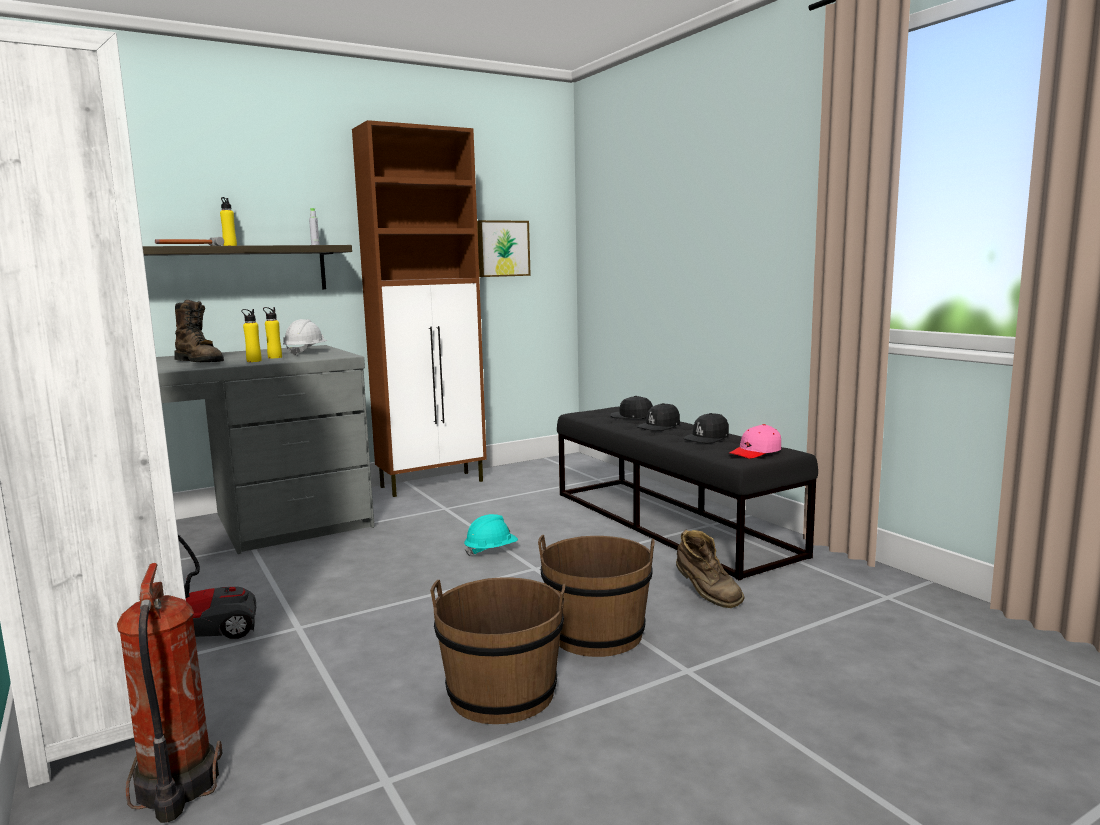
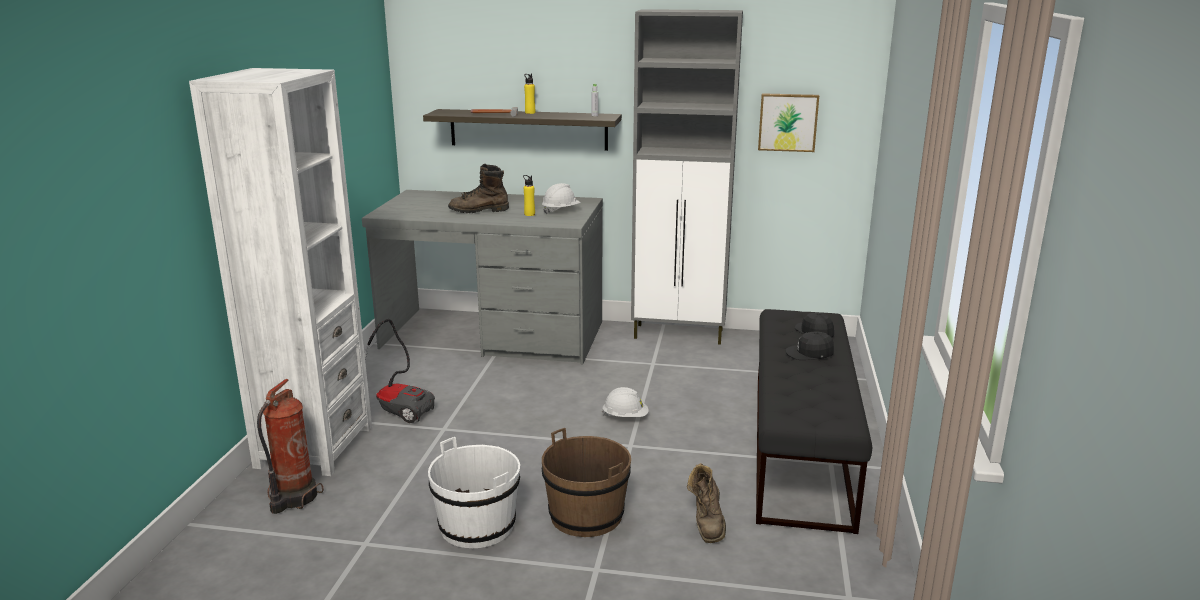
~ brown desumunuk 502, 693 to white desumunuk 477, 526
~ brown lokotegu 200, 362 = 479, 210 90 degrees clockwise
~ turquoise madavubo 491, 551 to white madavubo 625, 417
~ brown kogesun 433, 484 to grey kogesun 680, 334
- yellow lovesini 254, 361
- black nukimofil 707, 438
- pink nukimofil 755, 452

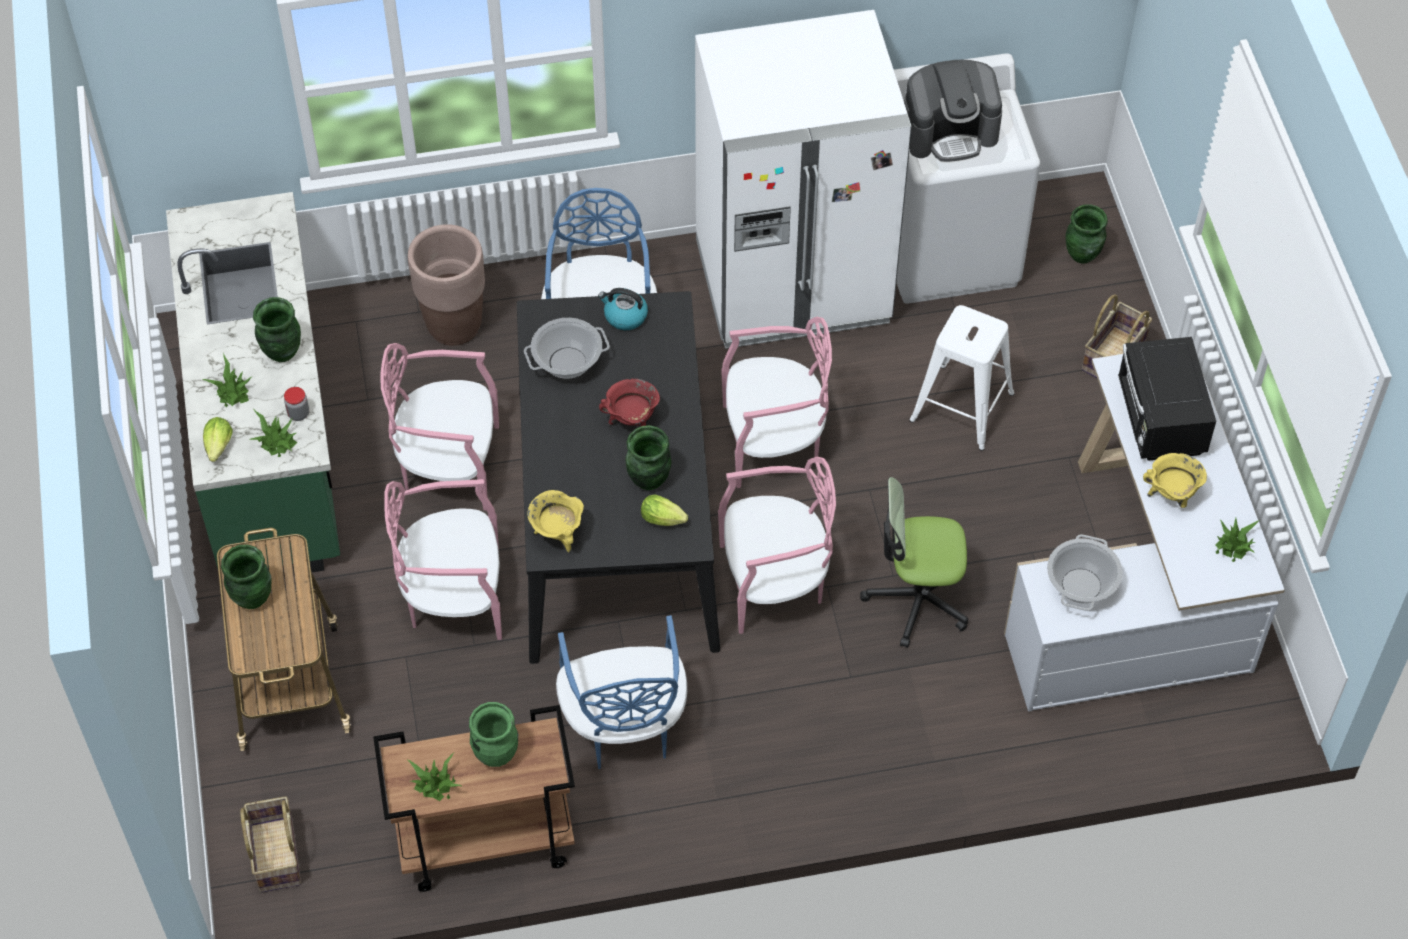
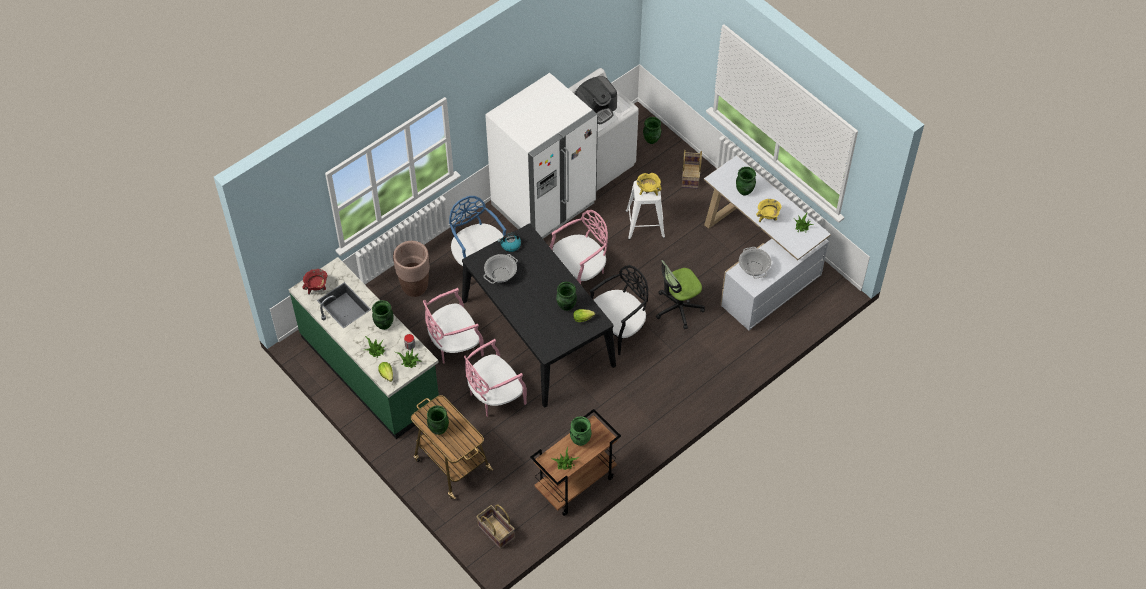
~ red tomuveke 632, 421 to 317, 288
~ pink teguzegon 774, 582 to black teguzegon 618, 328
~ yellow tomuveke 557, 534 to 648, 191
~ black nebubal 1160, 420 to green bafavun 744, 191
- blue teguzegon 624, 726

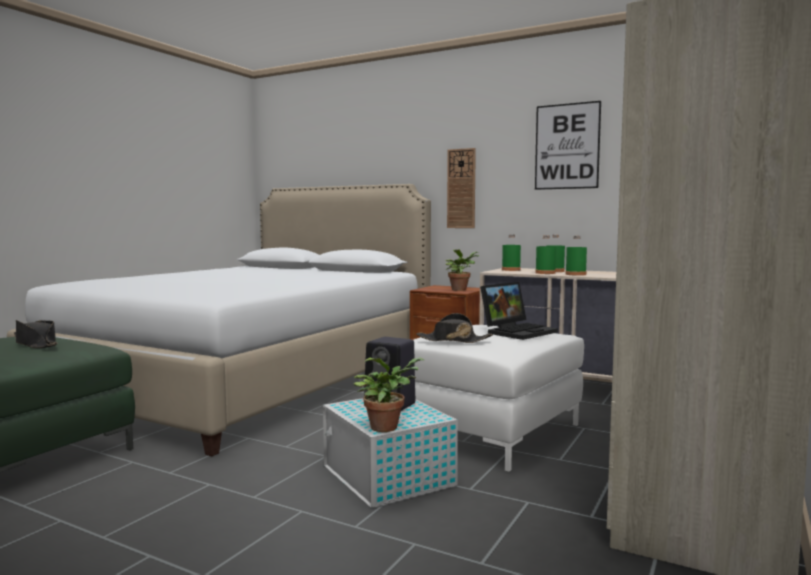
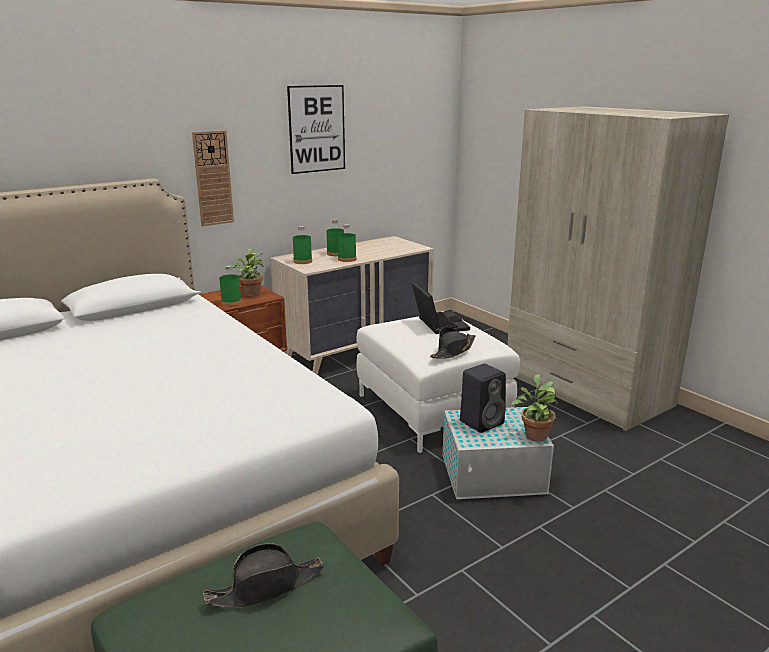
~ green lovesini 575, 274 to 231, 303

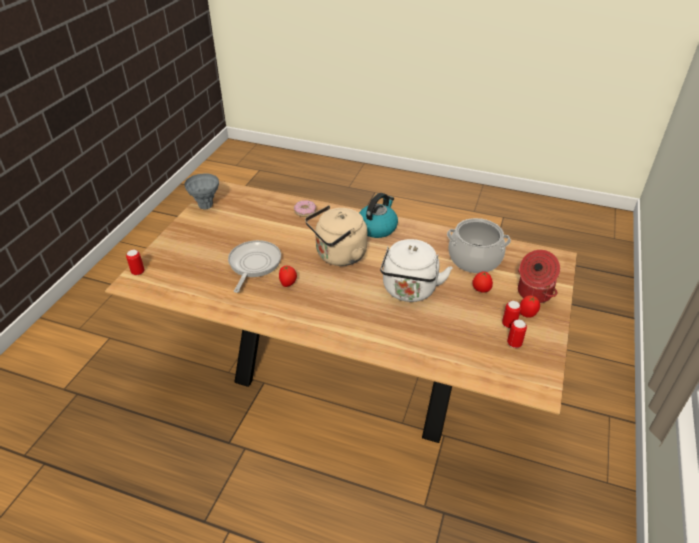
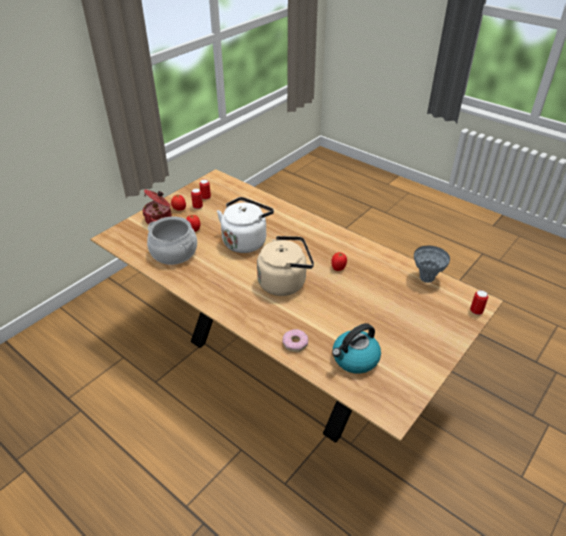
~ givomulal 377, 227 to 355, 359
~ grey bafavun 206, 206 to 426, 278
- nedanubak 253, 264

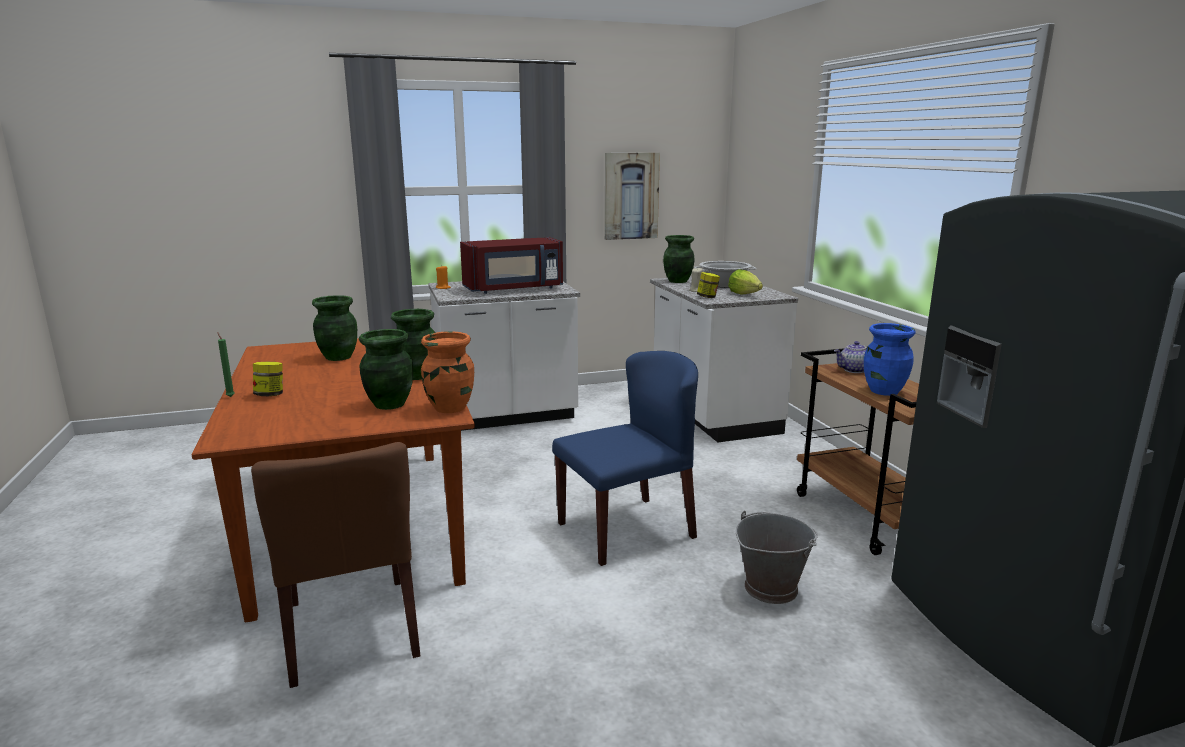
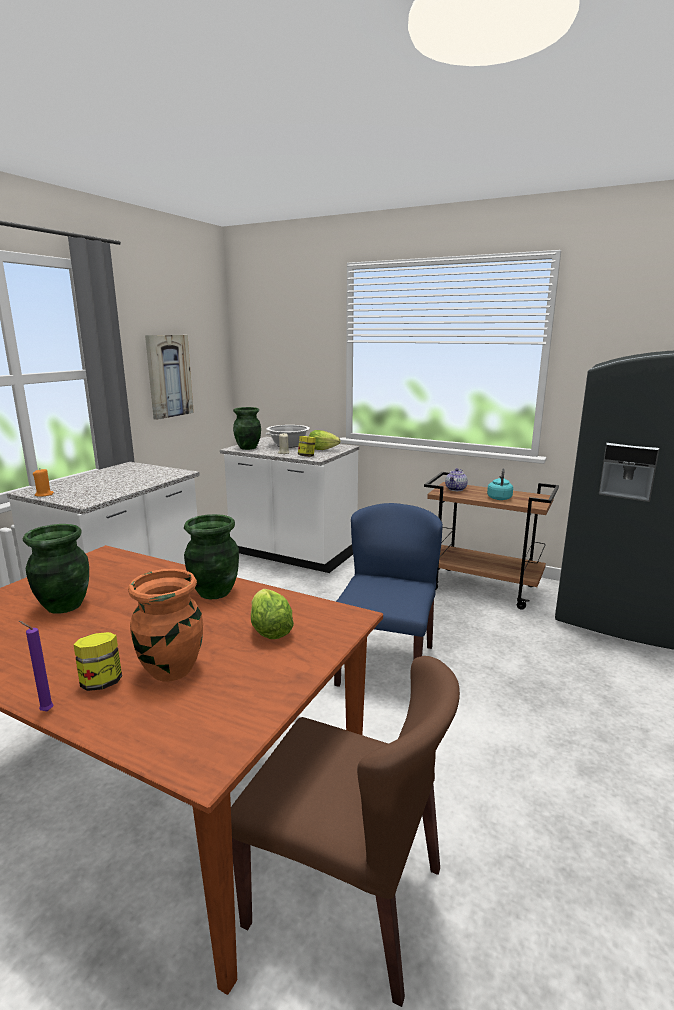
~ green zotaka 230, 396 to purple zotaka 45, 711
~ orange bafavun 449, 408 to 170, 670
~ green bafavun 389, 404 to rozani 270, 630
~ blue bafavun 884, 391 to turquoise givomulal 499, 498
- red nebubal 514, 289
- grey desumunuk 770, 588

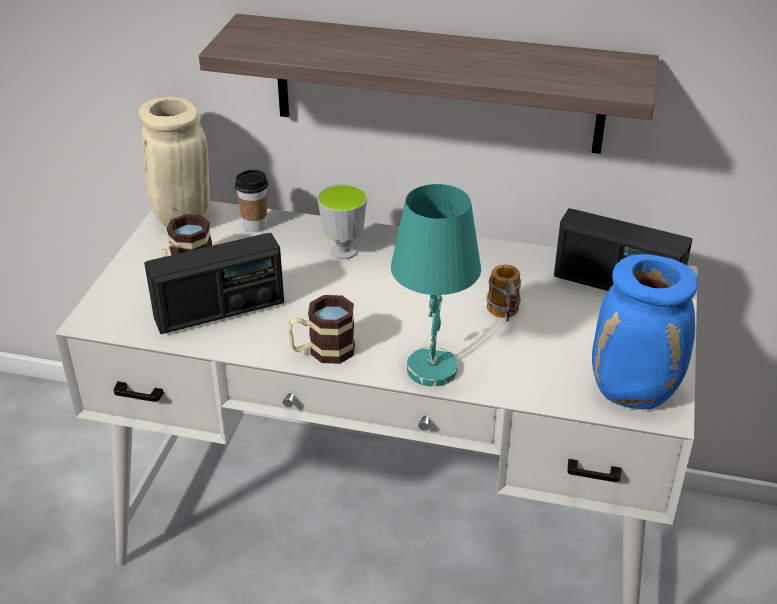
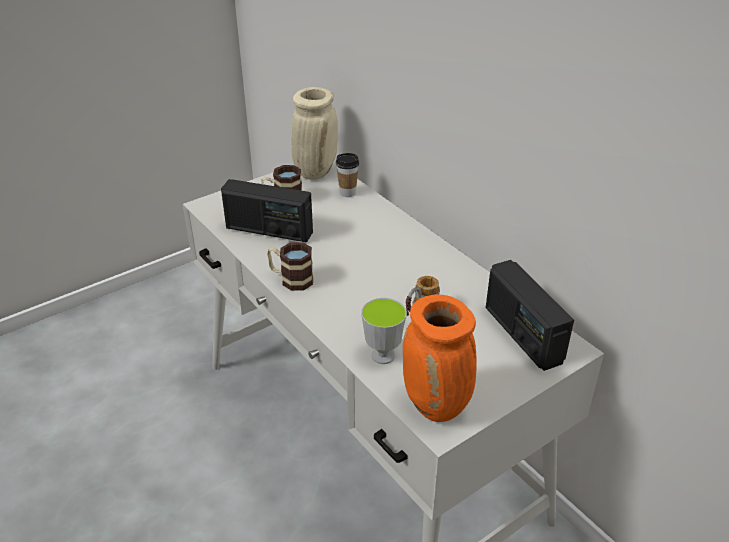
~ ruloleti 344, 251 to 383, 355
~ blue bafavun 634, 394 to orange bafavun 437, 406
- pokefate 437, 84
- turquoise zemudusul 431, 368

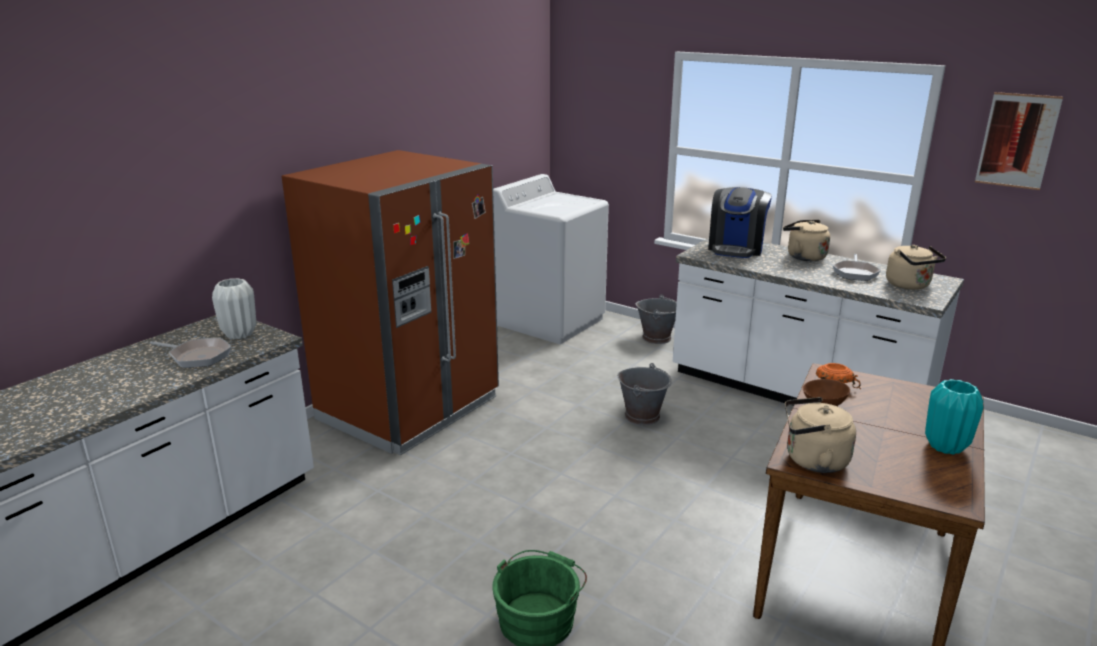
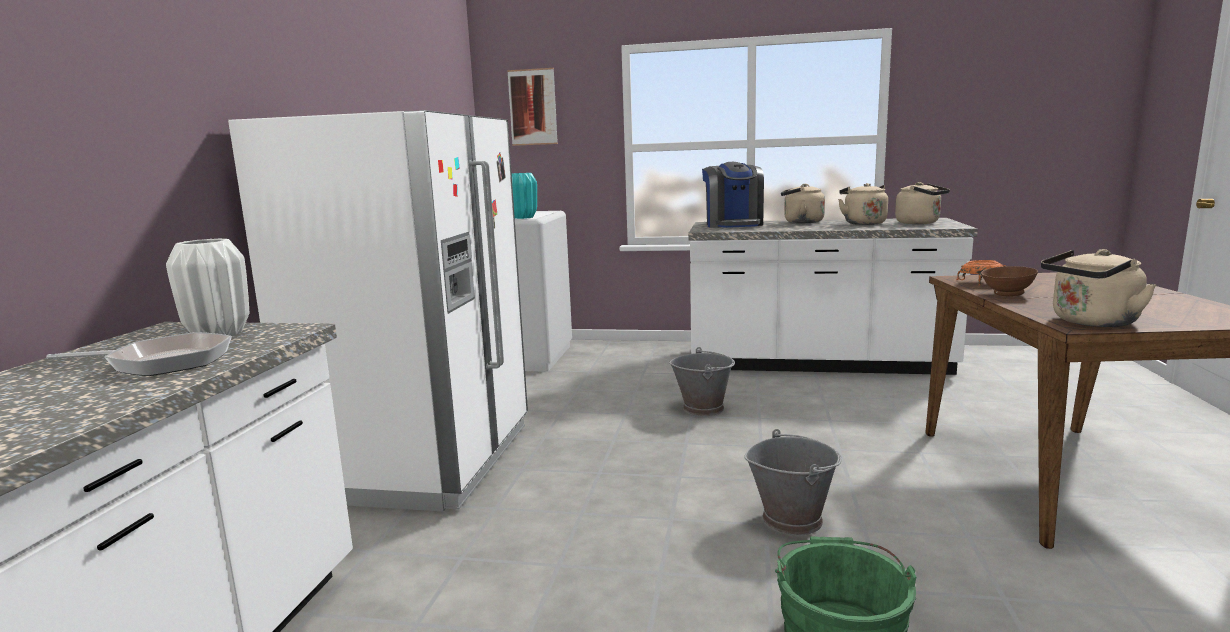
~ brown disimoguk 409, 408 to white disimoguk 422, 461
~ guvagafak 1017, 141 to 532, 107
~ turquoise bafavun 944, 446 to 523, 217
~ grey desumunuk 657, 338 to 792, 519
~ nedanubak 855, 273 to beige givomulal 863, 223

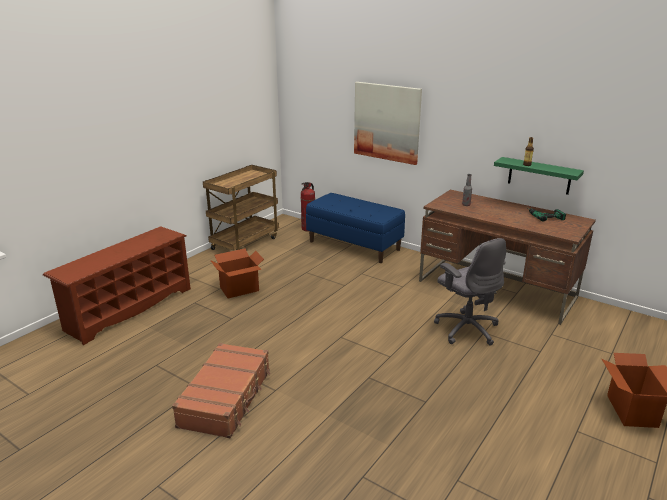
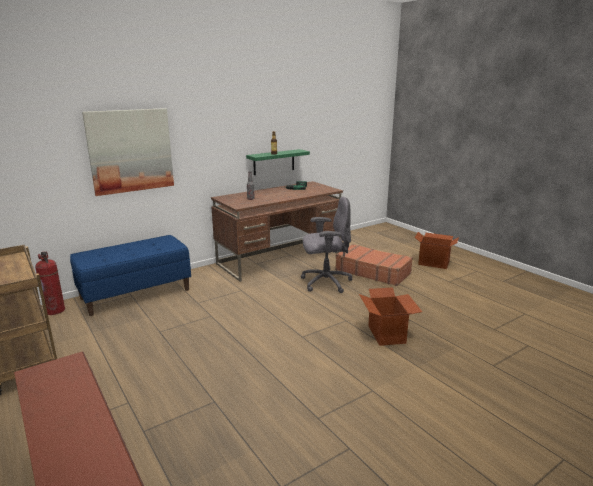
~ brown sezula 226, 398 to 372, 271
~ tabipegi 239, 289 to 387, 334

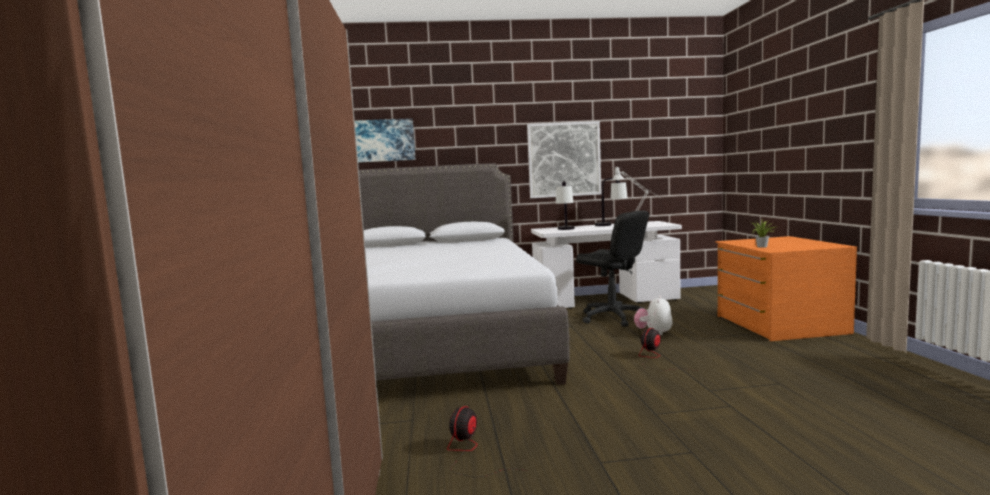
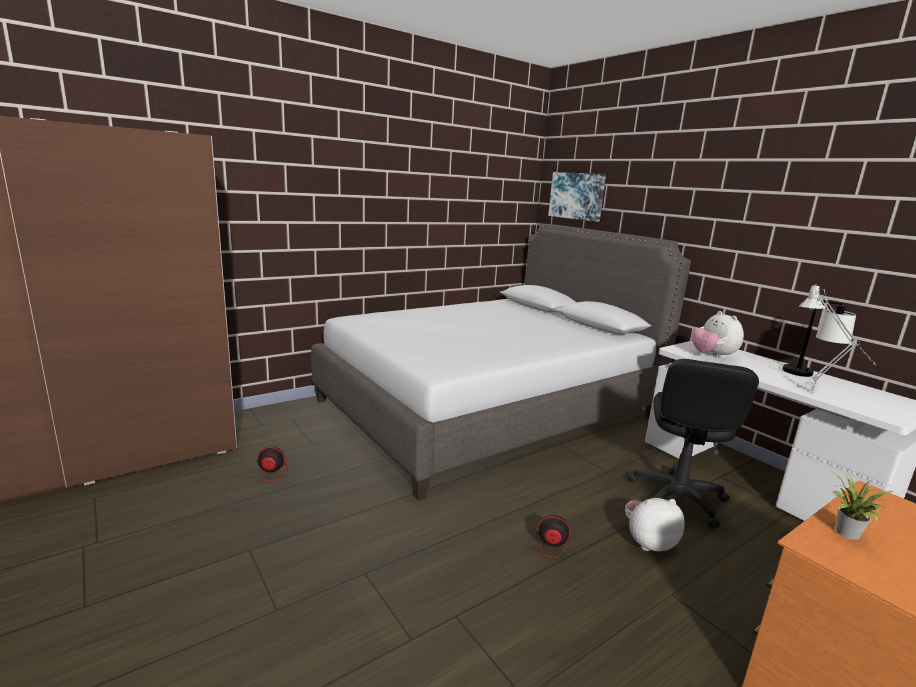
~ zemudusul 566, 229 to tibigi 712, 356
- guvagafak 564, 159

